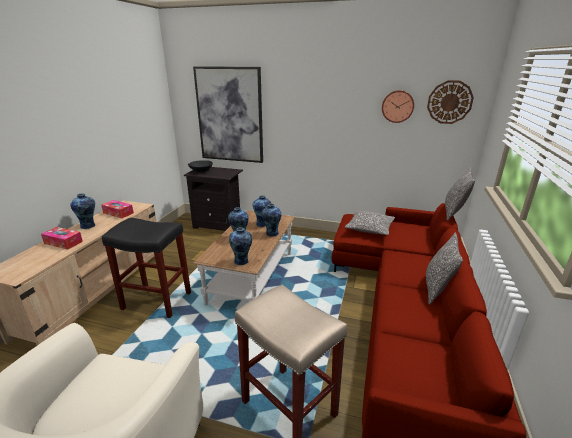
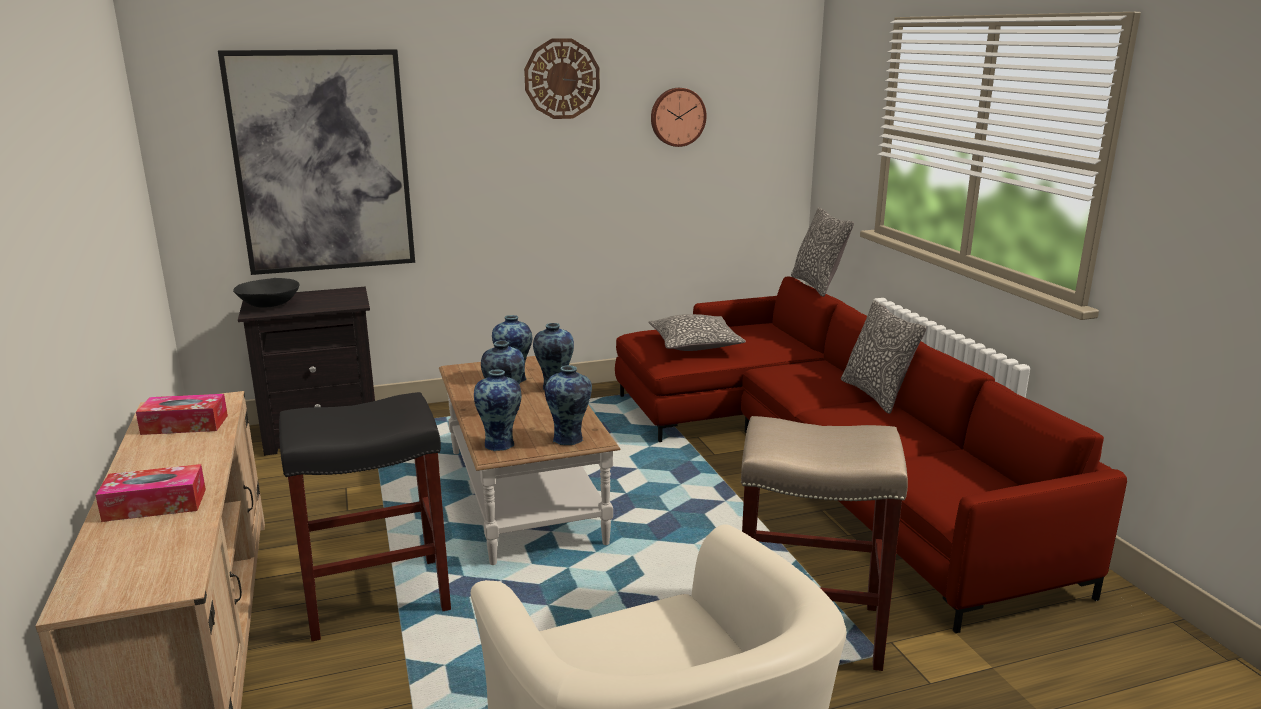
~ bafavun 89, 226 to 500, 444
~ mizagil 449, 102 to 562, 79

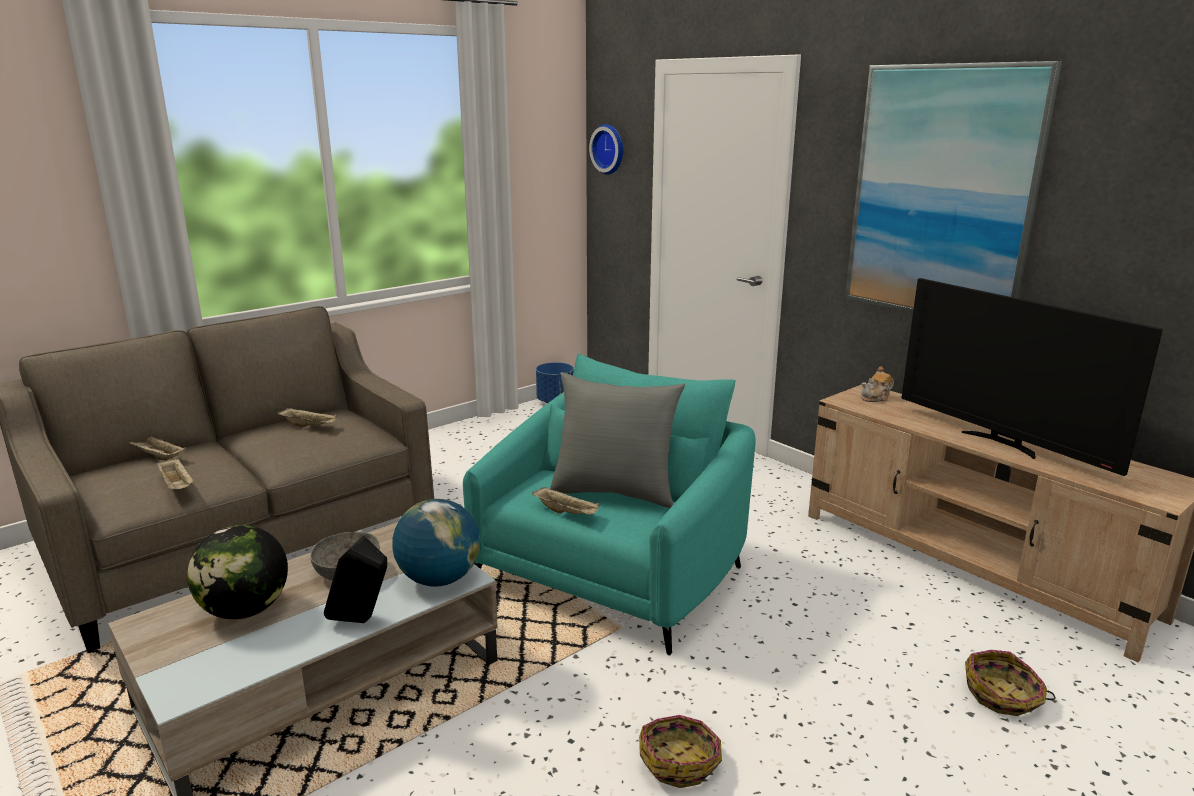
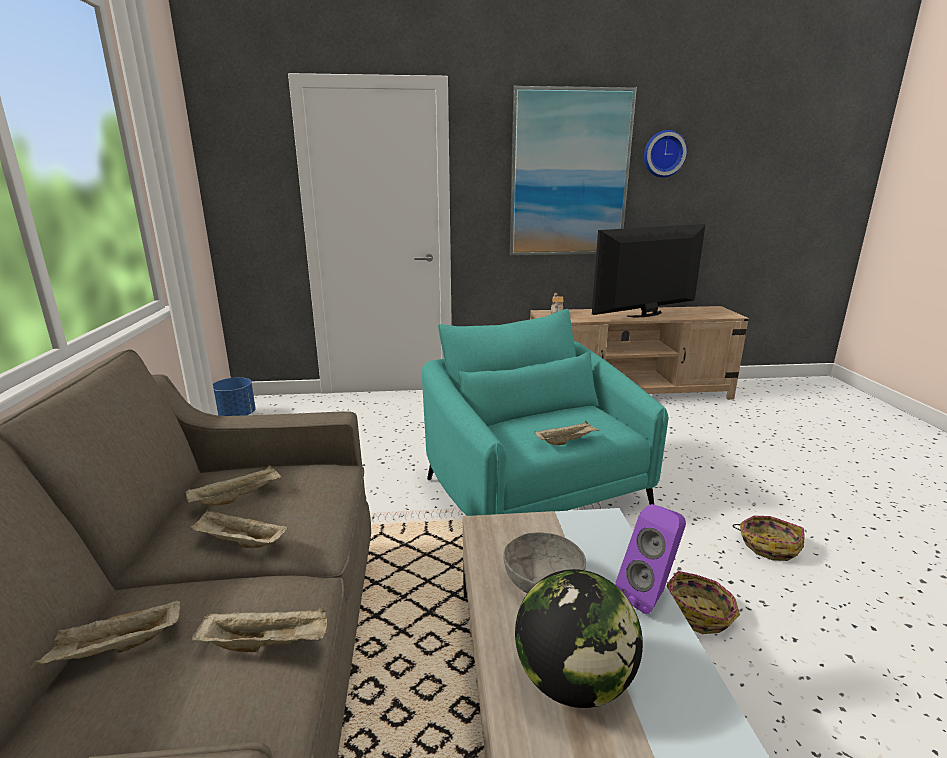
+ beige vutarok 239, 542
~ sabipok 1002, 443 = 647, 315 150 degrees clockwise
~ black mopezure 362, 621 to purple mopezure 650, 596
~ mizagil 610, 149 to 663, 154
~ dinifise 1003, 696 to 699, 613
- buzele 439, 579
- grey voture 615, 492

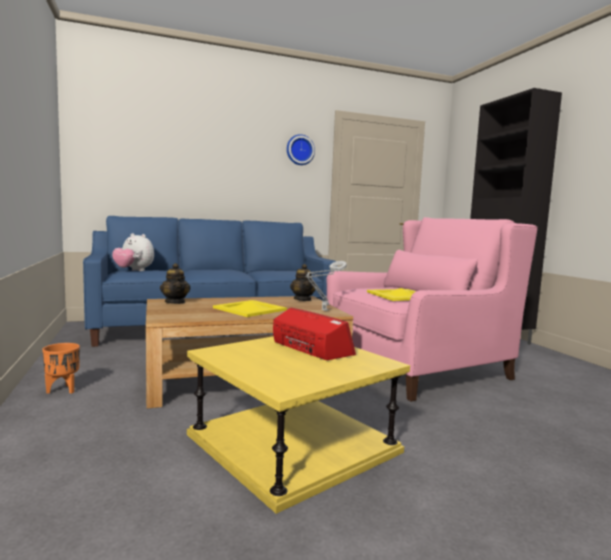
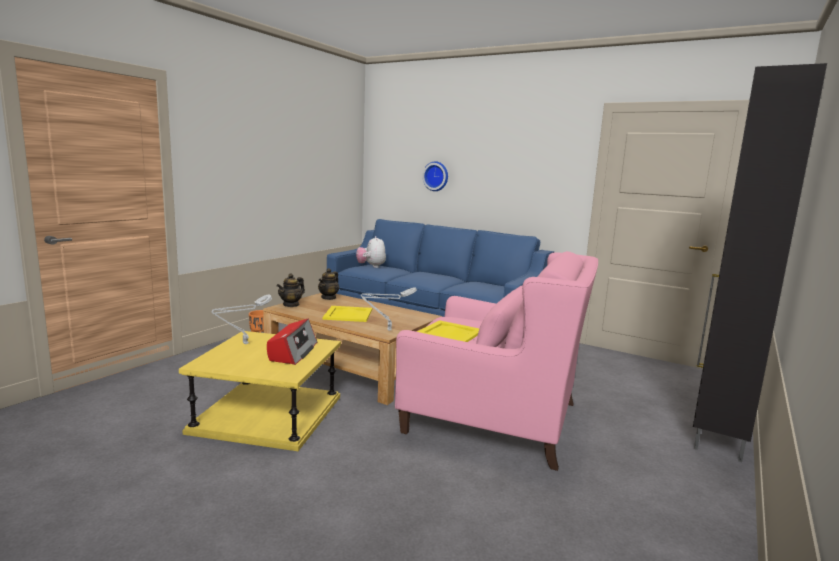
+ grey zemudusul 243, 344
~ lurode 303, 299 to 291, 305
~ mizagil 300, 150 to 436, 176

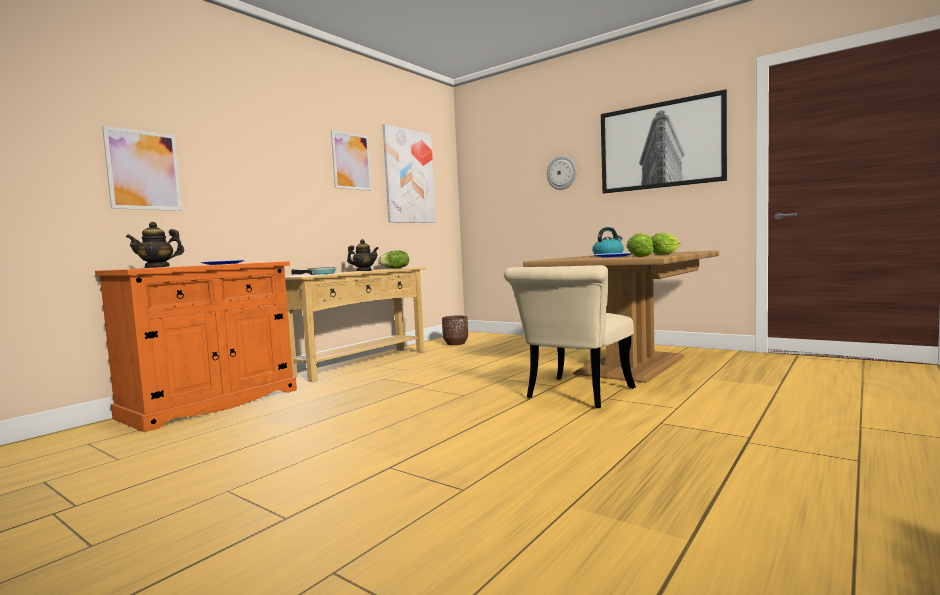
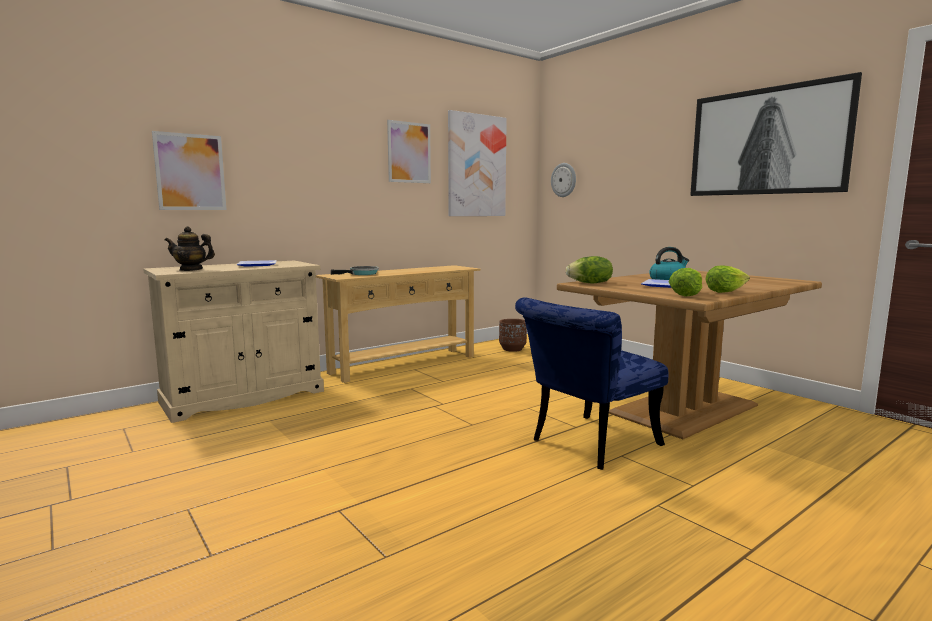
~ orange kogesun 211, 403 to beige kogesun 243, 397
~ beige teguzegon 574, 395 to blue teguzegon 587, 445
~ mizagil 562, 173 to 564, 180
~ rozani 395, 268 to 590, 283
- lurode 364, 271

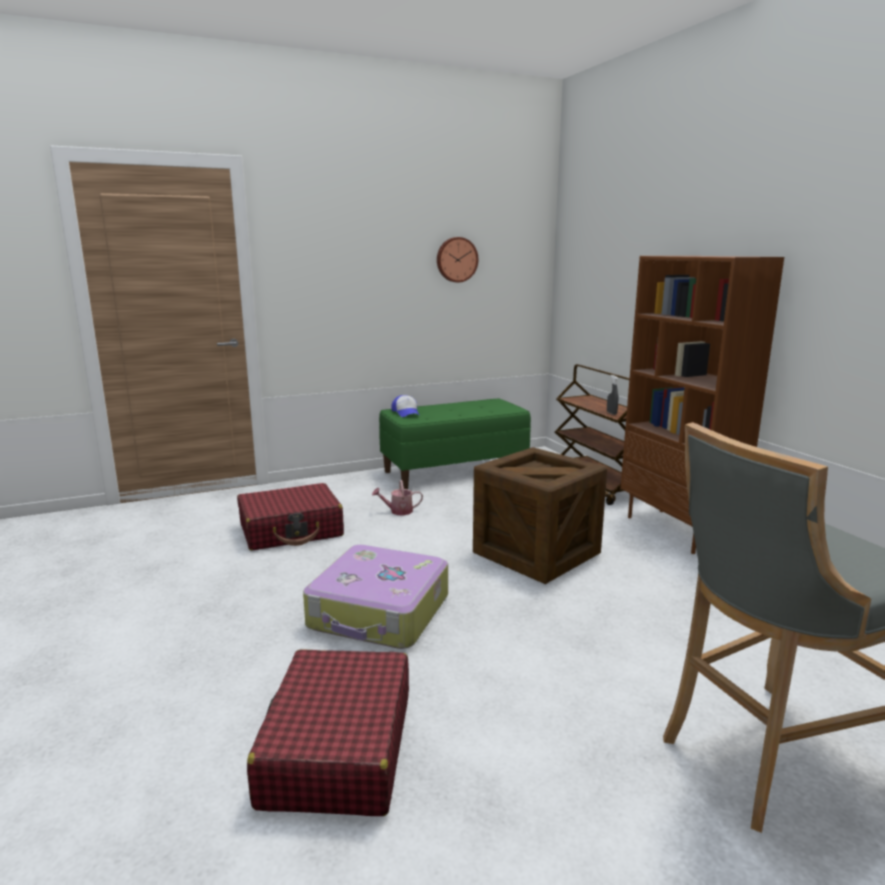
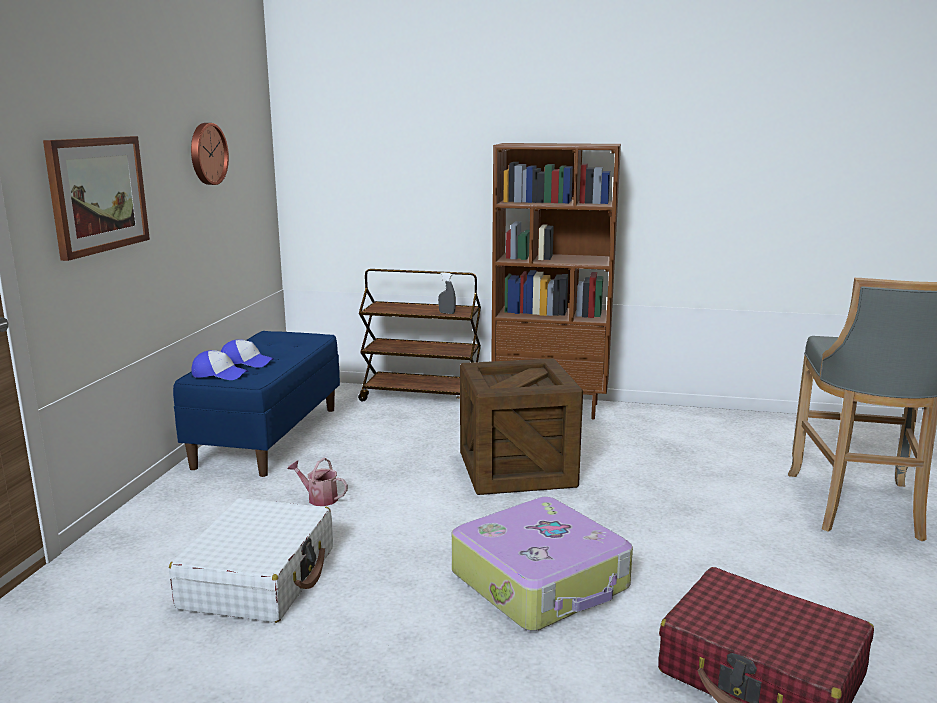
+ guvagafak 97, 194
~ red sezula 291, 530 to white sezula 260, 578
~ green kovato 454, 471 to blue kovato 268, 436
+ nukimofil 246, 362
~ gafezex 398, 511 = 319, 498 90 degrees clockwise

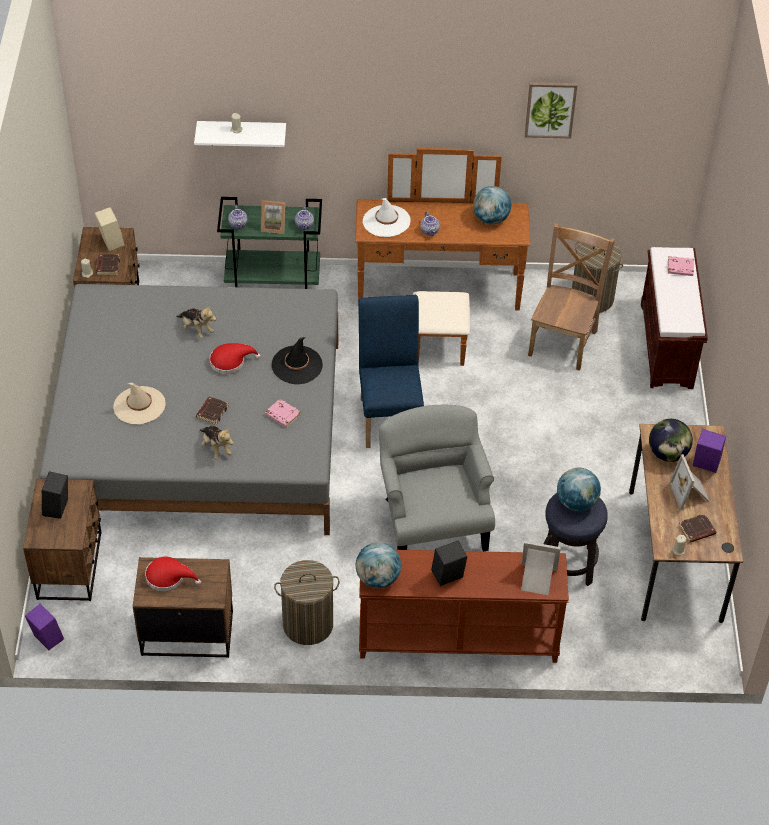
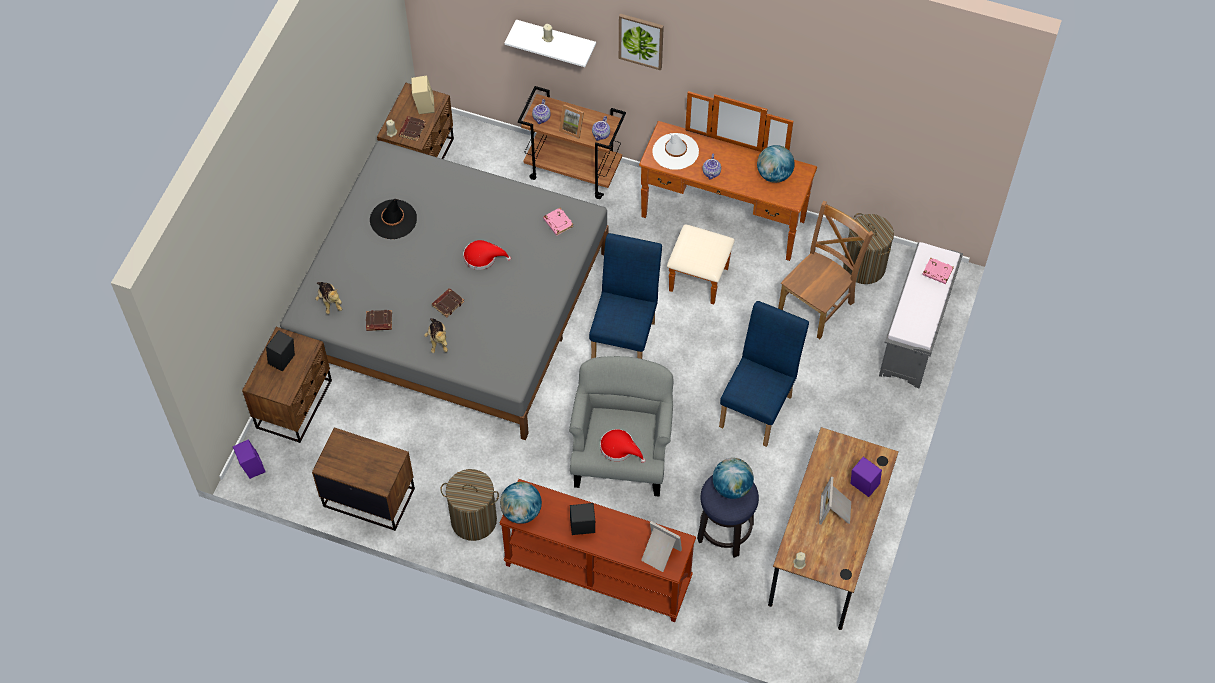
~ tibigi 196, 329 to 329, 302
~ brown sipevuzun 696, 530 to 379, 322
~ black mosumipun 297, 365 to 393, 219
~ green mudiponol 274, 283 to brown mudiponol 574, 171
~ pink sipevuzun 282, 415 to 557, 223
~ red mosumipun 168, 577 to 619, 448
~ guvagafak 550, 109 to 641, 40
+ blue teguzegon 759, 406
~ brown kovato 667, 346 to grey kovato 914, 337
- beige mosumipun 139, 405
- buzele 667, 454

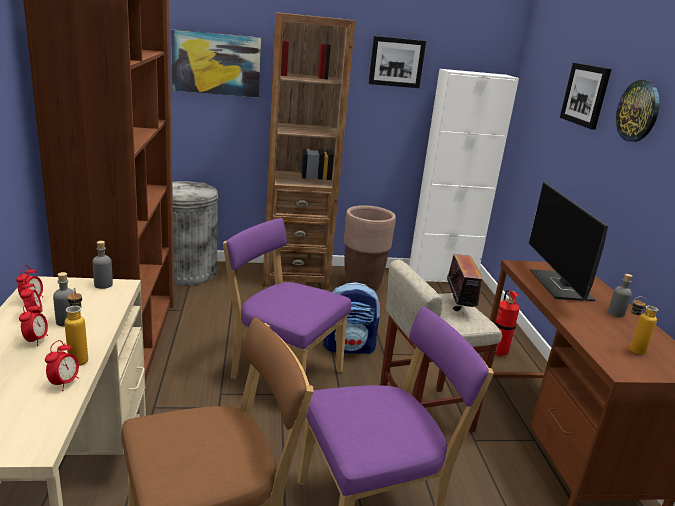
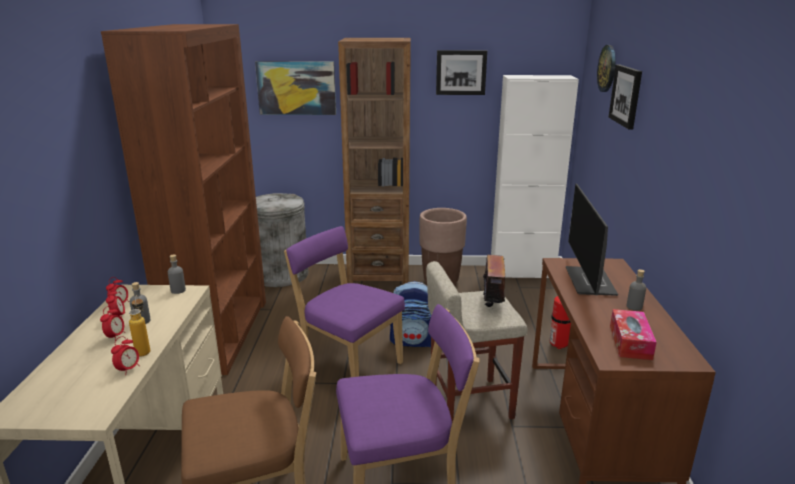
~ mizagil 638, 111 to 607, 68
~ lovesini 630, 351 to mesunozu 630, 342

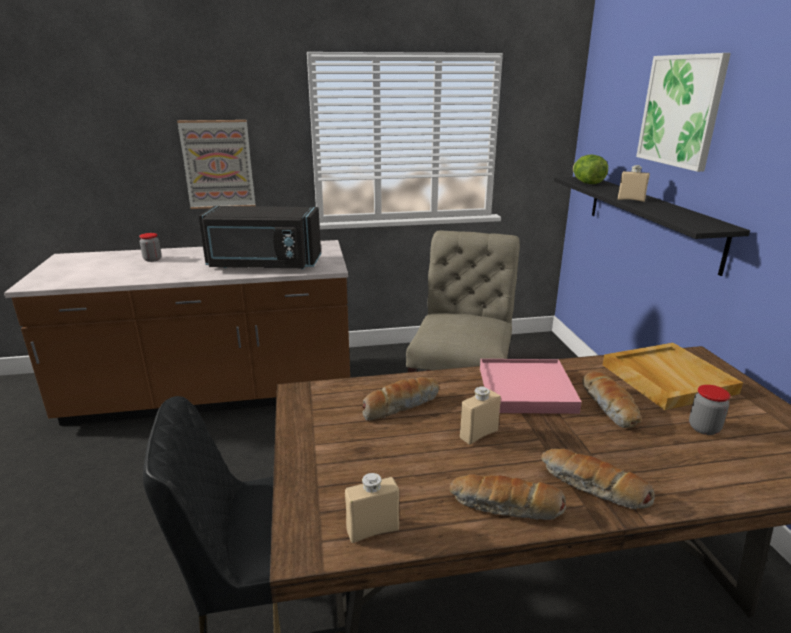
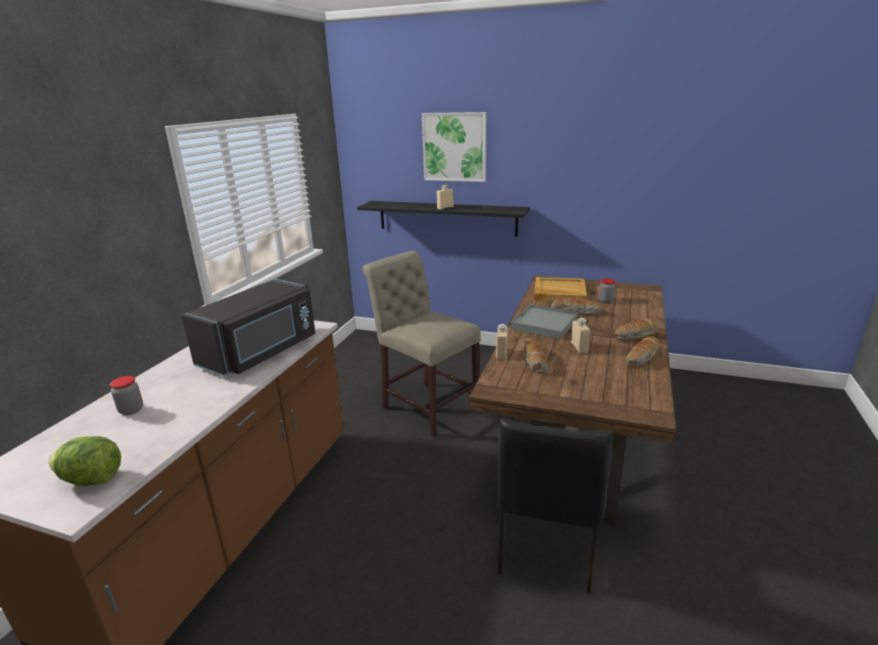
~ rozani 587, 183 to 92, 480
~ beige lovesini 372, 530 to 501, 354
~ pink vutarok 525, 389 to grey vutarok 544, 324
- guvagafak 218, 164

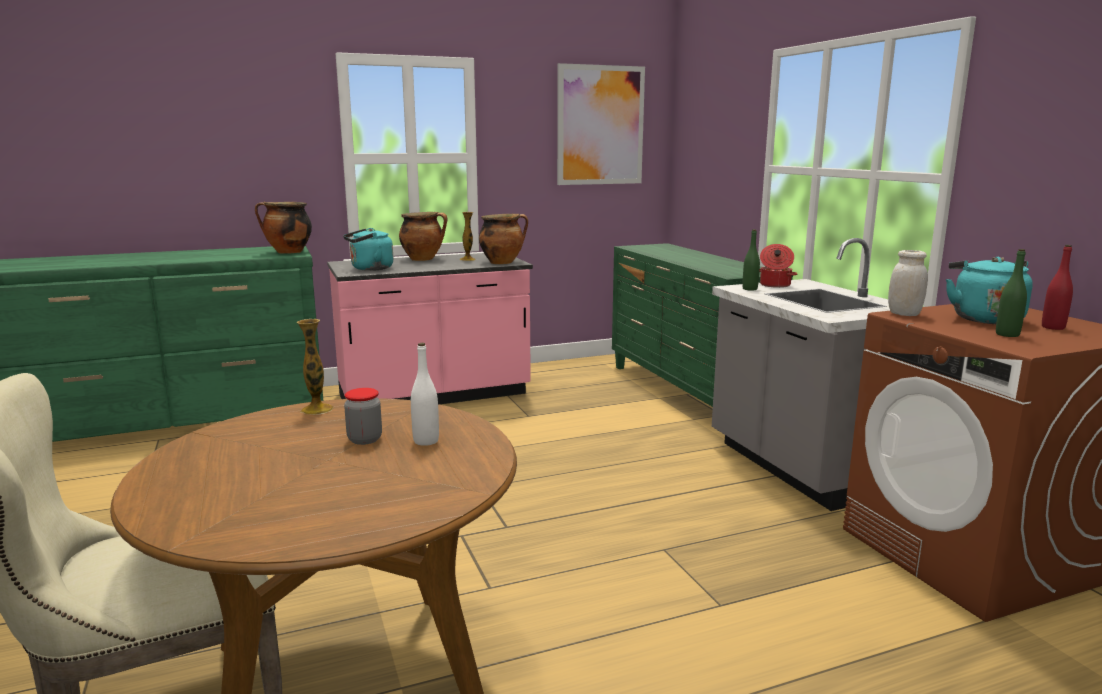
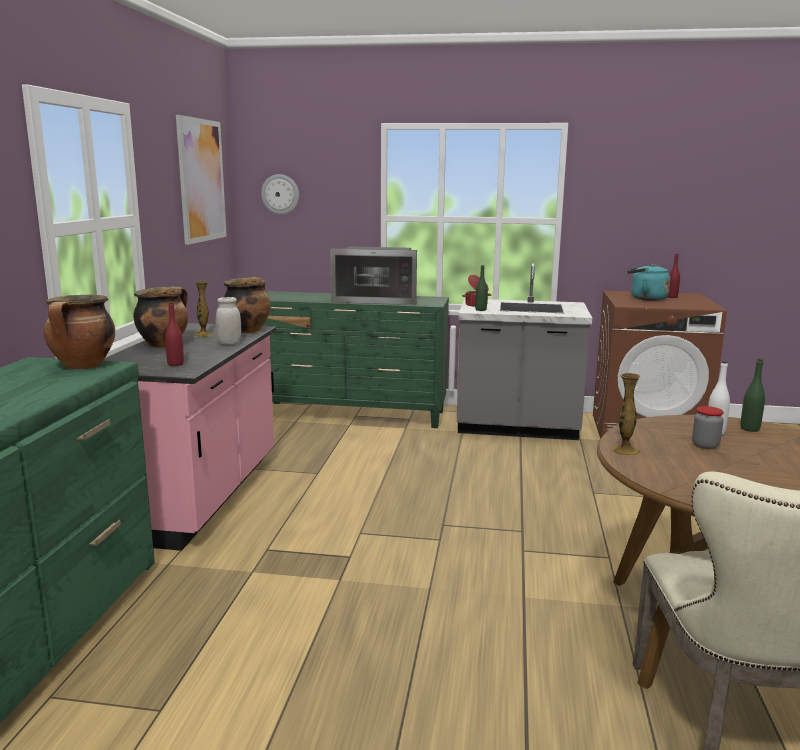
~ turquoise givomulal 369, 269 to red lovesini 175, 364
~ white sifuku 904, 314 to 229, 343
+ mizagil 280, 194
+ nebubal 376, 299
~ green lovesini 1007, 334 to 749, 429

